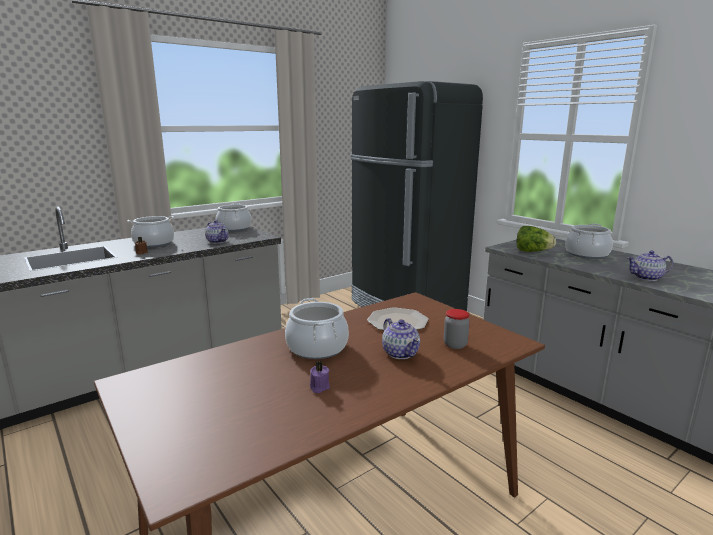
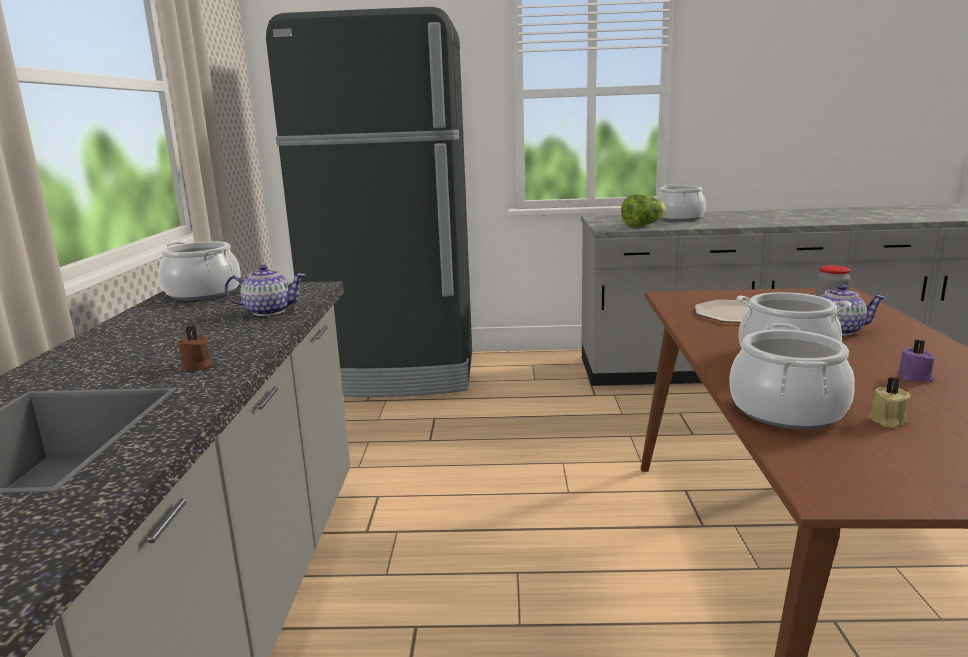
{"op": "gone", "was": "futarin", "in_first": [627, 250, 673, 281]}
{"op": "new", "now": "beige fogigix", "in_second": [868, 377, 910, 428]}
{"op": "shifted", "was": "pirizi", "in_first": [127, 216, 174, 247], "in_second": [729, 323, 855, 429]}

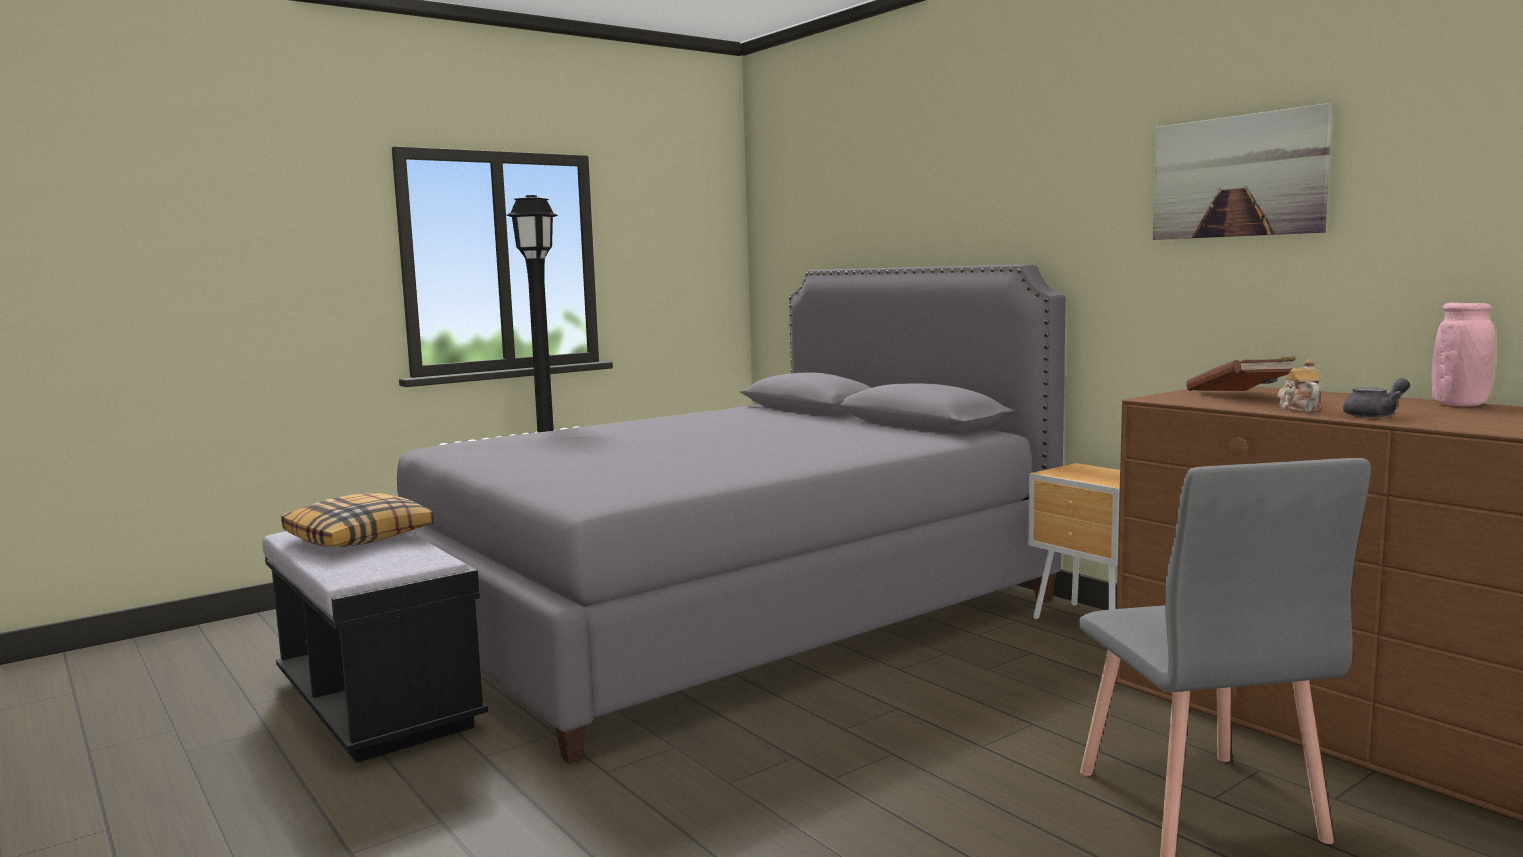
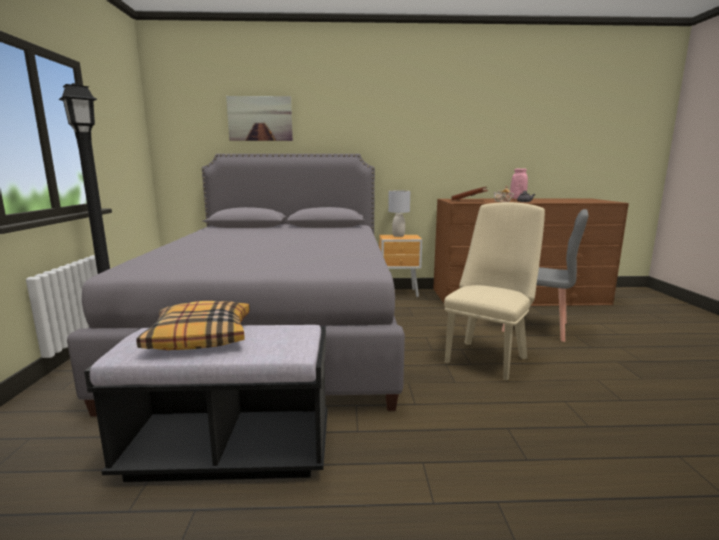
{"op": "new", "now": "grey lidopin", "in_second": [388, 191, 410, 237]}
{"op": "new", "now": "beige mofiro", "in_second": [444, 202, 545, 380]}
{"op": "shifted", "was": "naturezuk", "in_first": [1153, 103, 1333, 240], "in_second": [226, 96, 293, 141]}

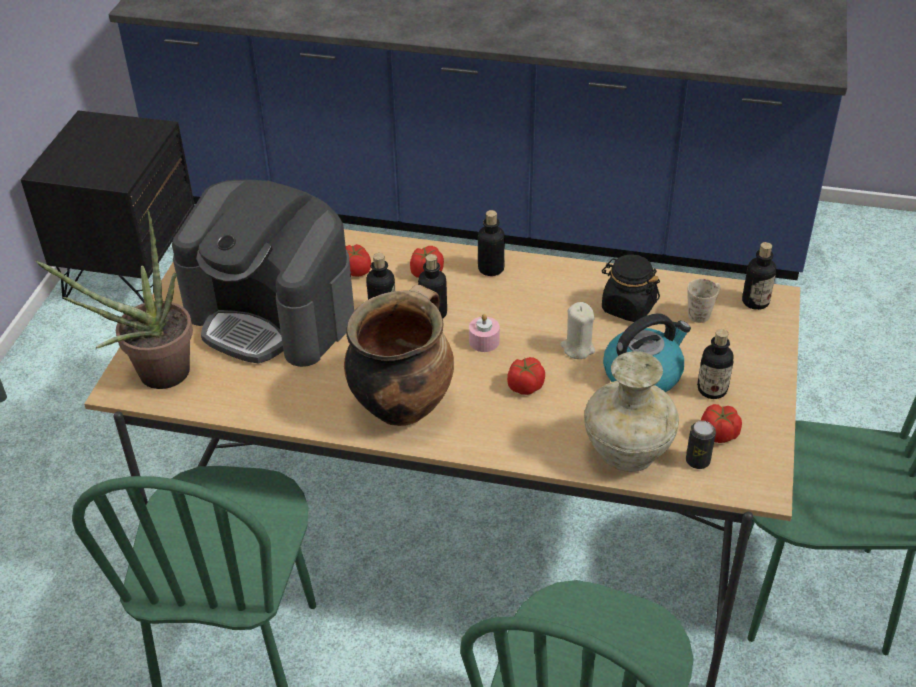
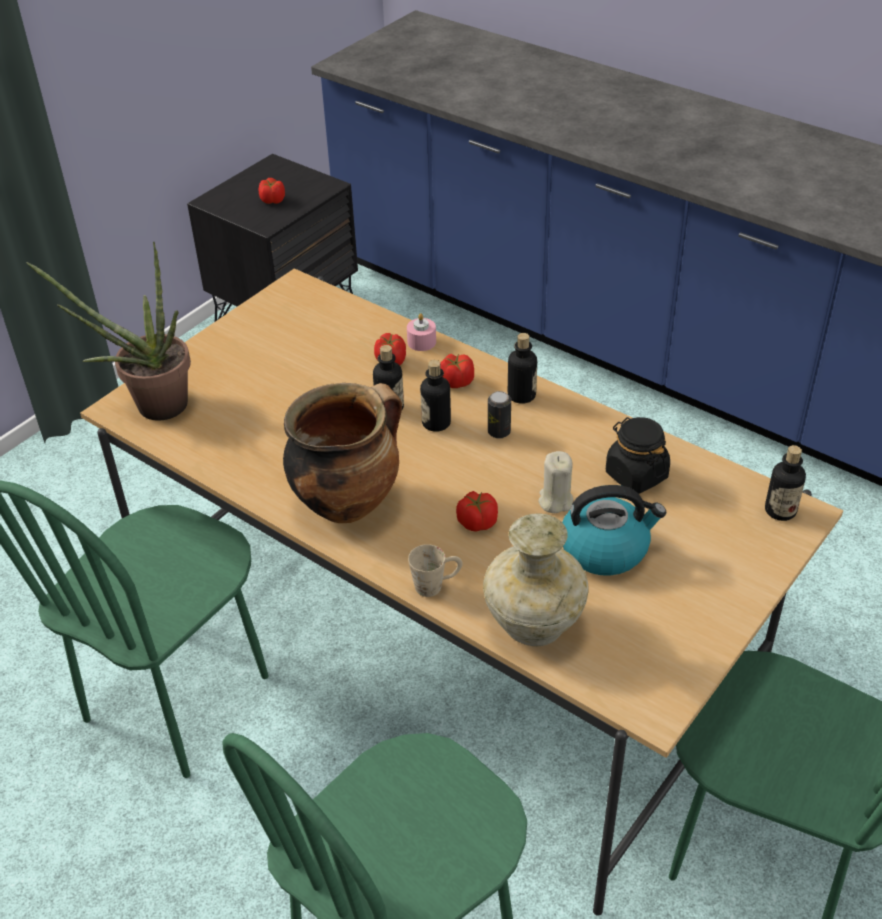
{"op": "gone", "was": "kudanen", "in_first": [172, 180, 354, 367]}
{"op": "gone", "was": "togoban", "in_first": [697, 329, 734, 399]}
{"op": "shifted", "was": "pink fogigix", "in_first": [469, 314, 500, 352], "in_second": [407, 313, 436, 351]}
{"op": "shifted", "was": "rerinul", "in_first": [686, 421, 716, 469], "in_second": [488, 391, 511, 438]}
{"op": "shifted", "was": "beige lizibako", "in_first": [687, 279, 721, 323], "in_second": [408, 544, 463, 597]}
{"op": "shifted", "was": "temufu", "in_first": [701, 404, 742, 443], "in_second": [259, 178, 285, 204]}

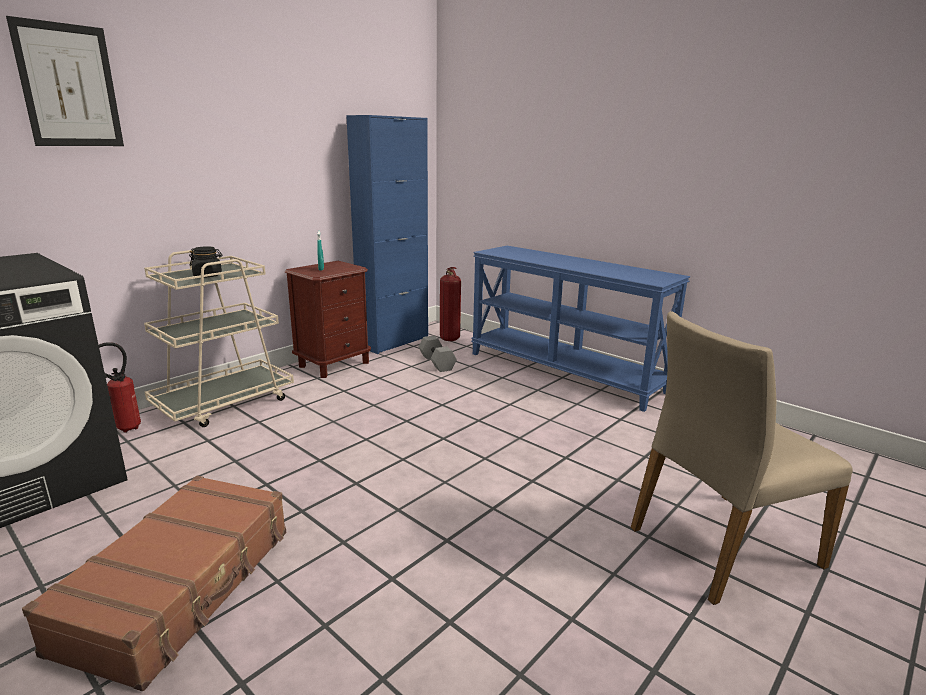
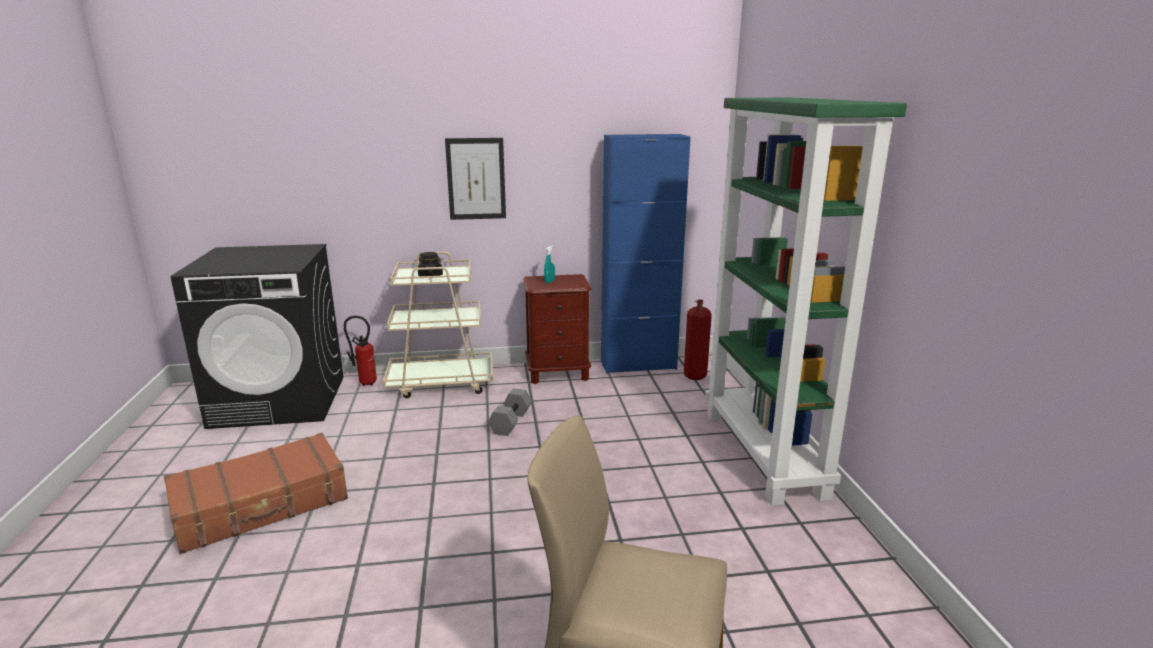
{"op": "shifted", "was": "naturezuk", "in_first": [6, 16, 124, 146], "in_second": [445, 138, 506, 220]}
{"op": "shifted", "was": "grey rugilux", "in_first": [419, 336, 457, 372], "in_second": [488, 388, 532, 436]}
{"op": "swapped", "was": "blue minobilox", "now": "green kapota", "in_first": [471, 246, 690, 412], "in_second": [705, 98, 907, 506]}

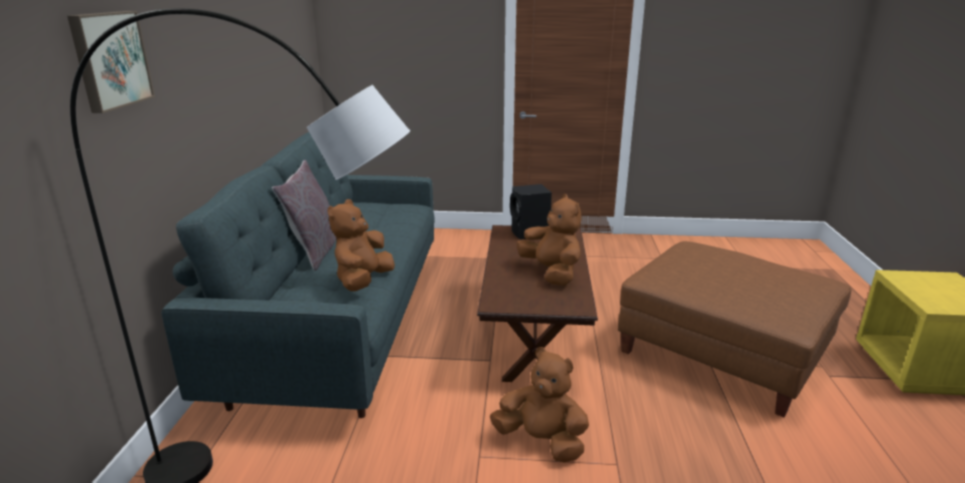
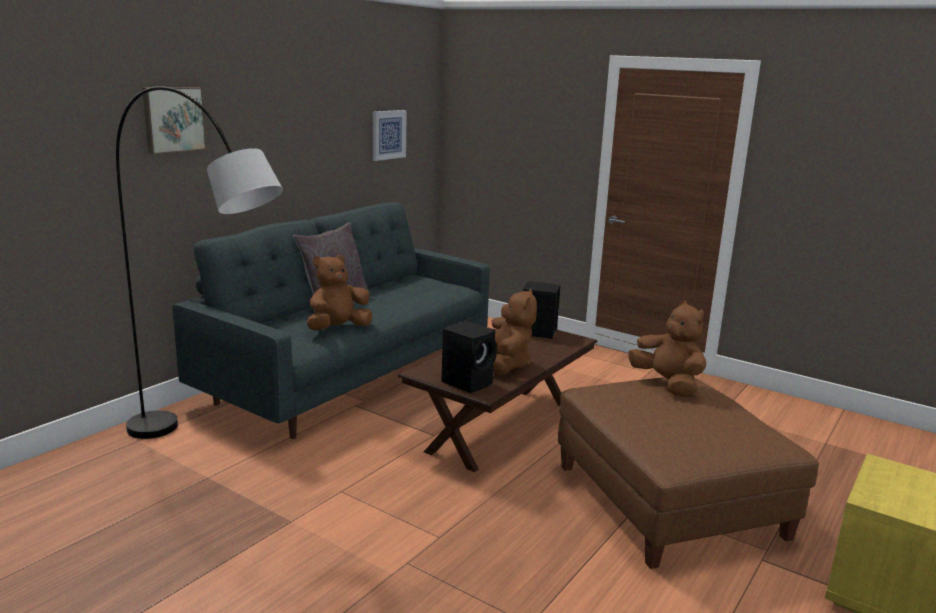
{"op": "new", "now": "naturezuk", "in_second": [373, 110, 407, 161]}
{"op": "new", "now": "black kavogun", "in_second": [441, 321, 497, 393]}
{"op": "shifted", "was": "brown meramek", "in_first": [490, 347, 589, 463], "in_second": [628, 300, 706, 397]}

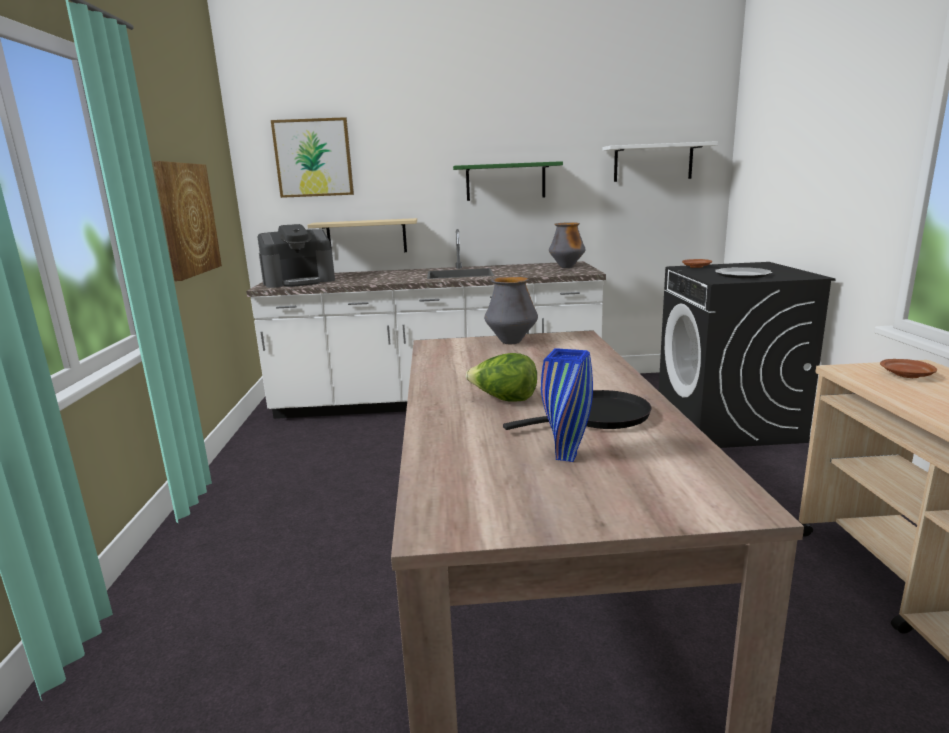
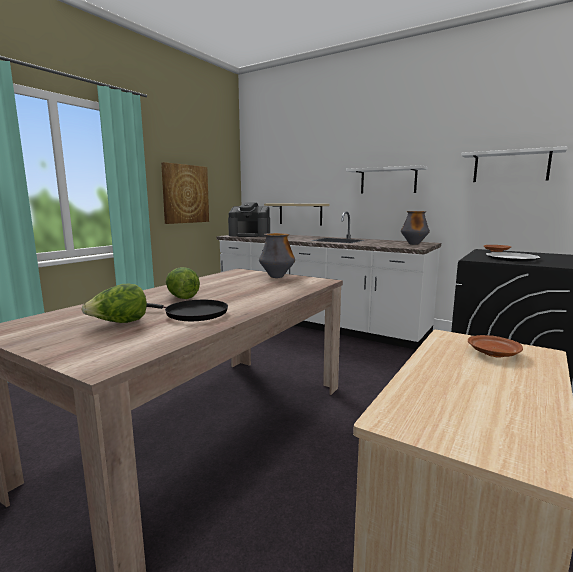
{"op": "gone", "was": "naturezuk", "in_first": [271, 117, 354, 198]}
{"op": "swapped", "was": "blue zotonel", "now": "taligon", "in_first": [541, 348, 593, 462], "in_second": [81, 284, 147, 323]}
{"op": "repainted", "was": "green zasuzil", "now": "white zasuzil", "in_first": [453, 161, 563, 201], "in_second": [346, 165, 427, 193]}

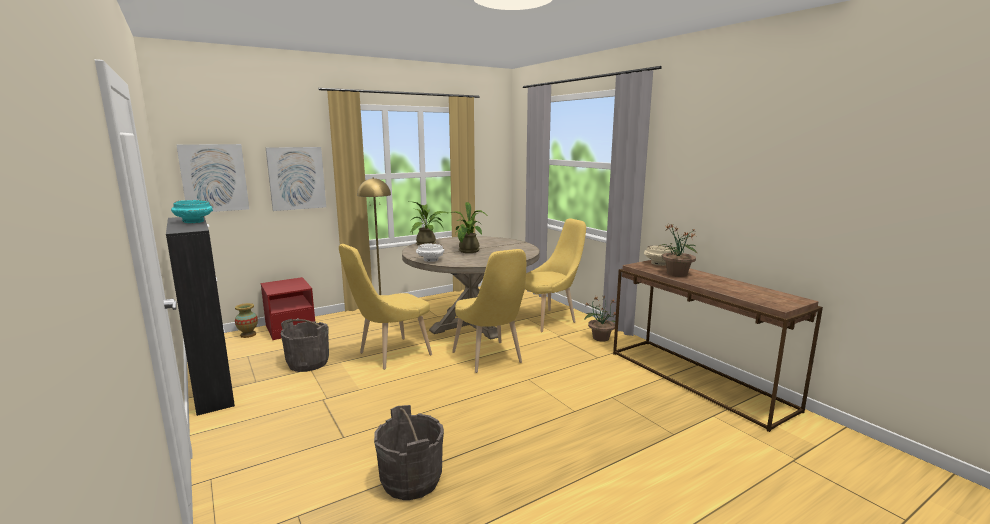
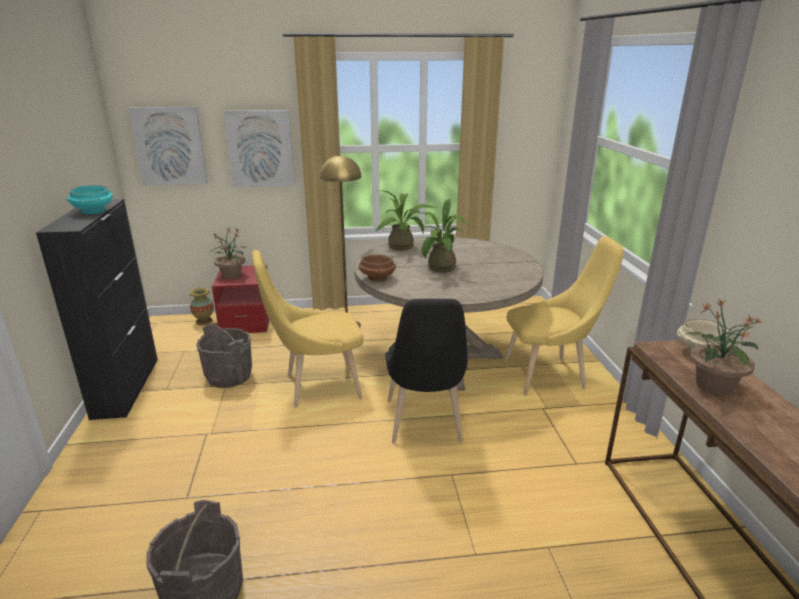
{"op": "shifted", "was": "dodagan", "in_first": [585, 296, 616, 342], "in_second": [213, 228, 246, 279]}
{"op": "repainted", "was": "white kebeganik", "now": "brown kebeganik", "in_first": [416, 243, 444, 262], "in_second": [358, 254, 396, 282]}
{"op": "repainted", "was": "yellow mofiro", "now": "black mofiro", "in_first": [452, 249, 526, 373], "in_second": [386, 299, 468, 444]}

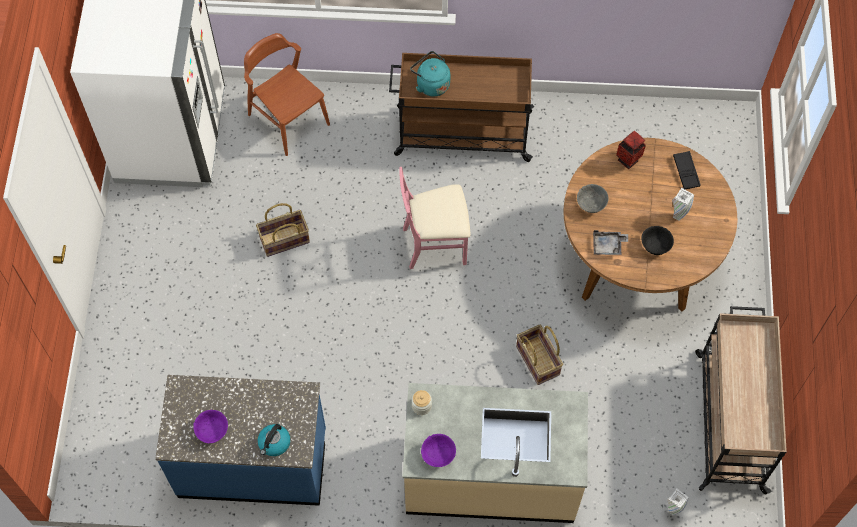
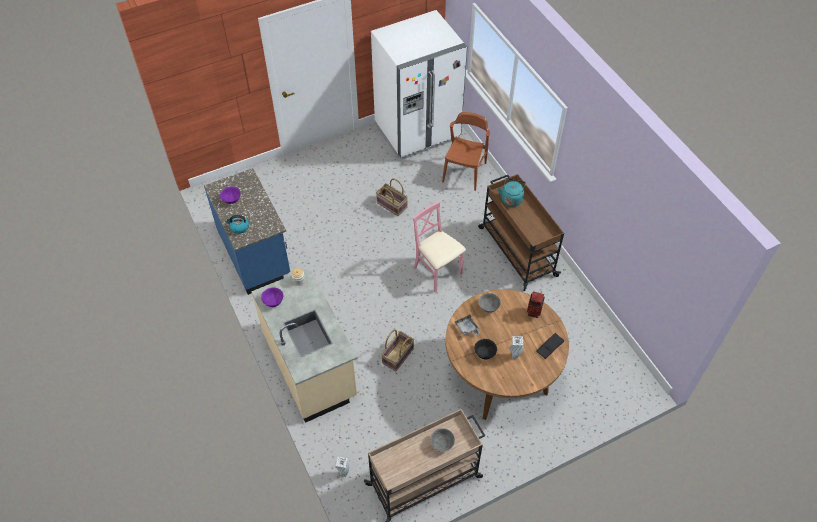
{"op": "new", "now": "grey kebeganik", "in_second": [430, 428, 455, 452]}

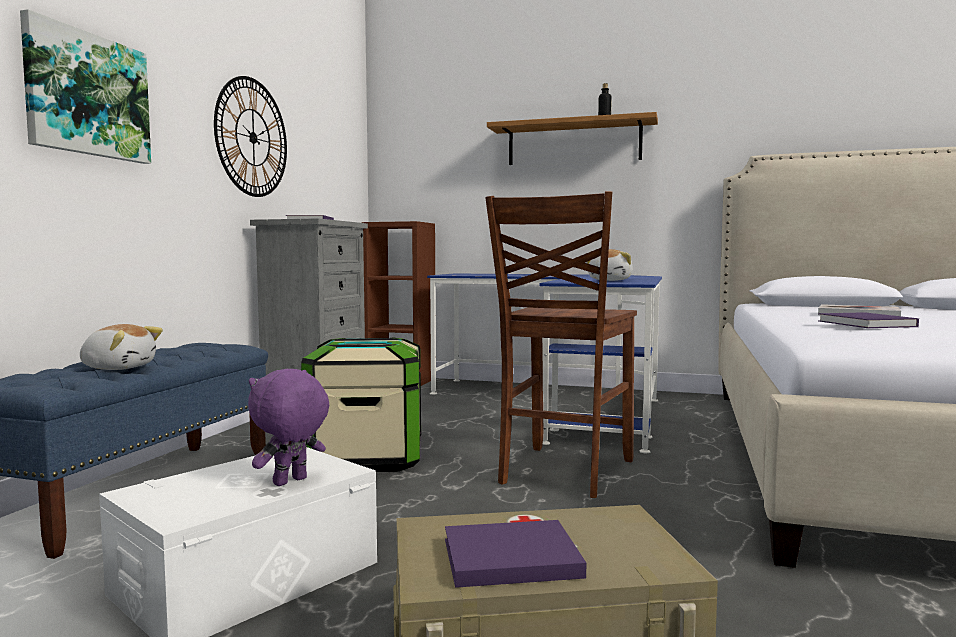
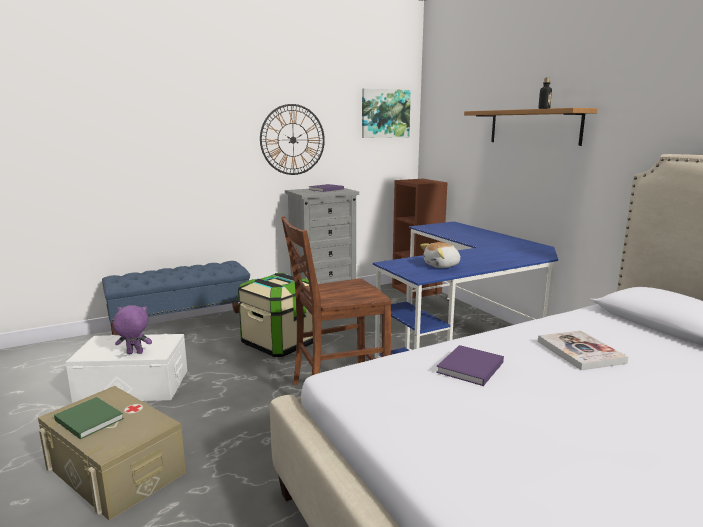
{"op": "gone", "was": "meramek", "in_first": [80, 324, 163, 370]}
{"op": "shifted", "was": "naturezuk", "in_first": [20, 9, 151, 164], "in_second": [362, 88, 411, 138]}
{"op": "repainted", "was": "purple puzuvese", "now": "green puzuvese", "in_first": [445, 520, 586, 588], "in_second": [54, 397, 124, 439]}

